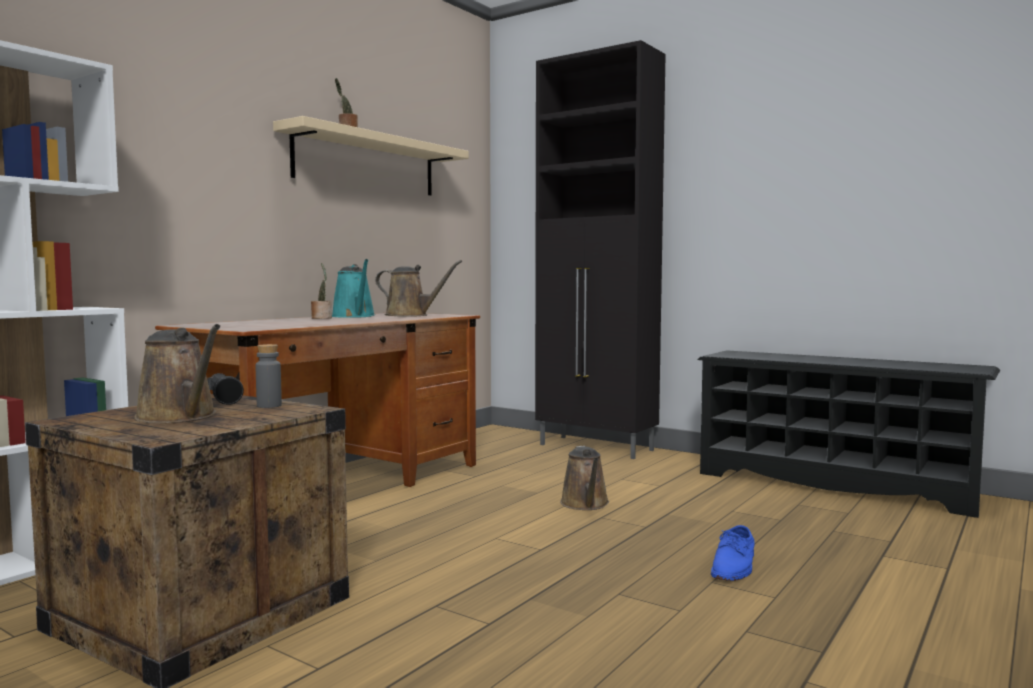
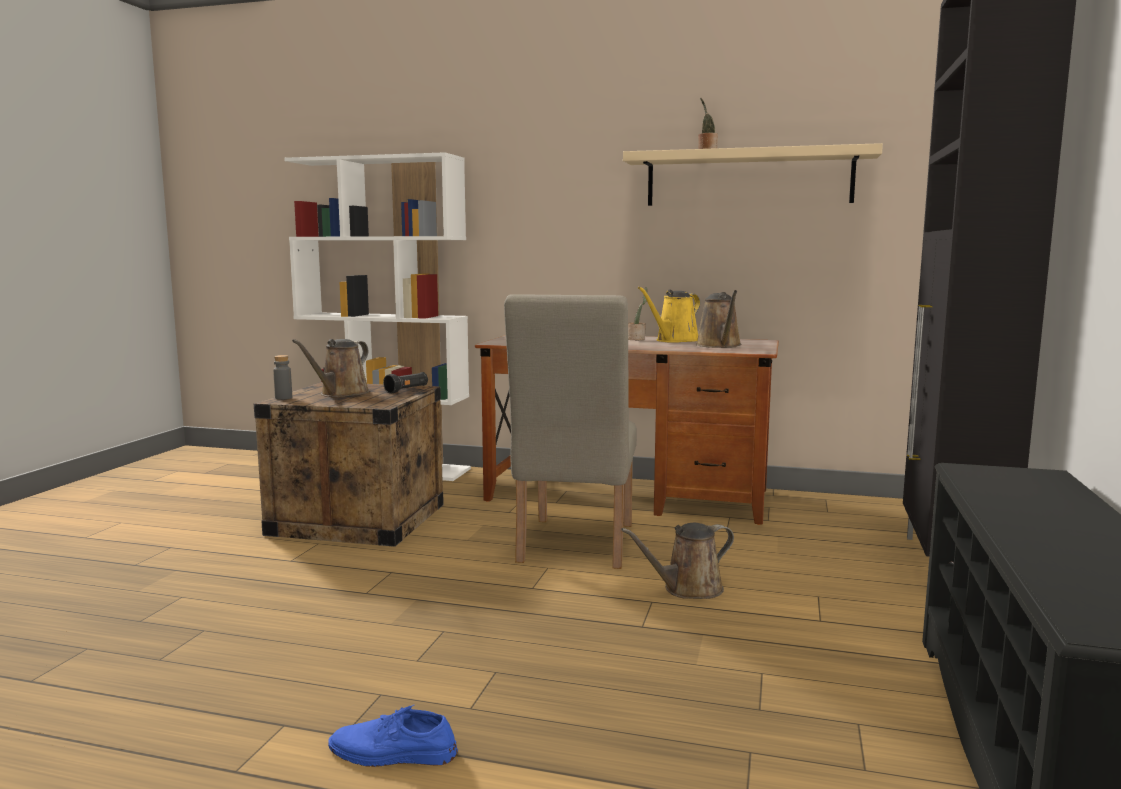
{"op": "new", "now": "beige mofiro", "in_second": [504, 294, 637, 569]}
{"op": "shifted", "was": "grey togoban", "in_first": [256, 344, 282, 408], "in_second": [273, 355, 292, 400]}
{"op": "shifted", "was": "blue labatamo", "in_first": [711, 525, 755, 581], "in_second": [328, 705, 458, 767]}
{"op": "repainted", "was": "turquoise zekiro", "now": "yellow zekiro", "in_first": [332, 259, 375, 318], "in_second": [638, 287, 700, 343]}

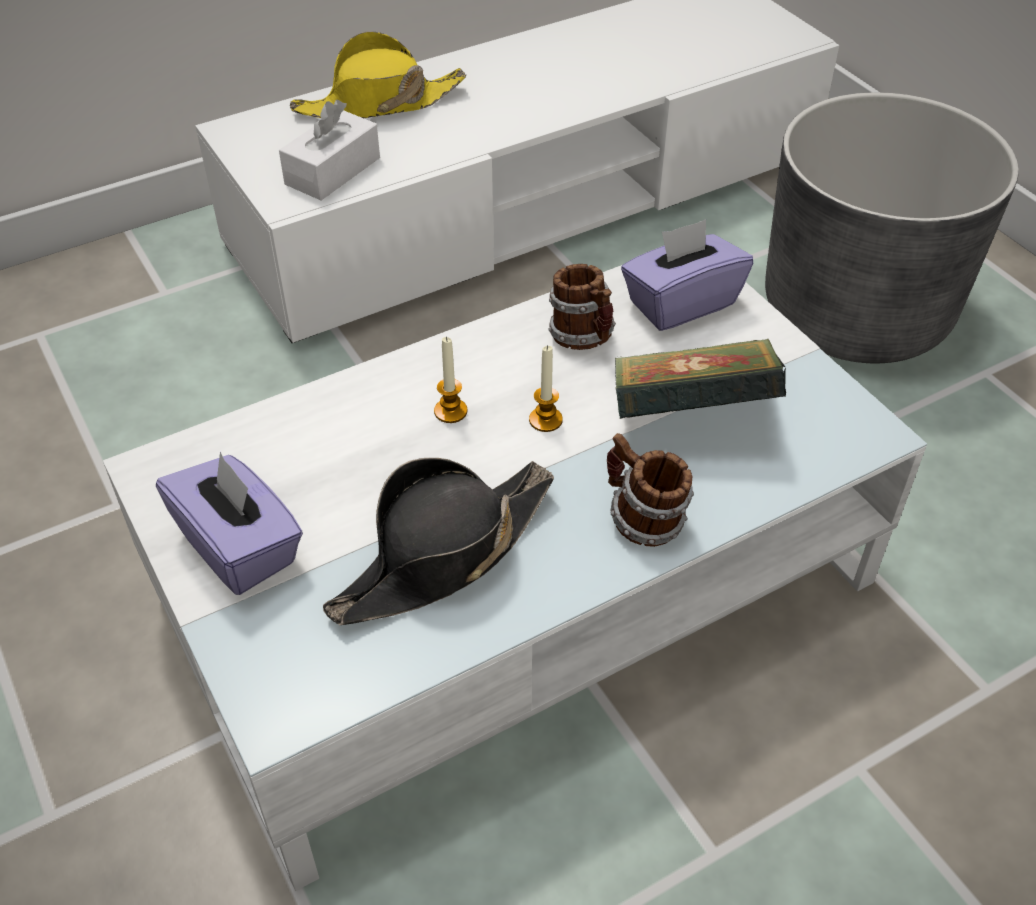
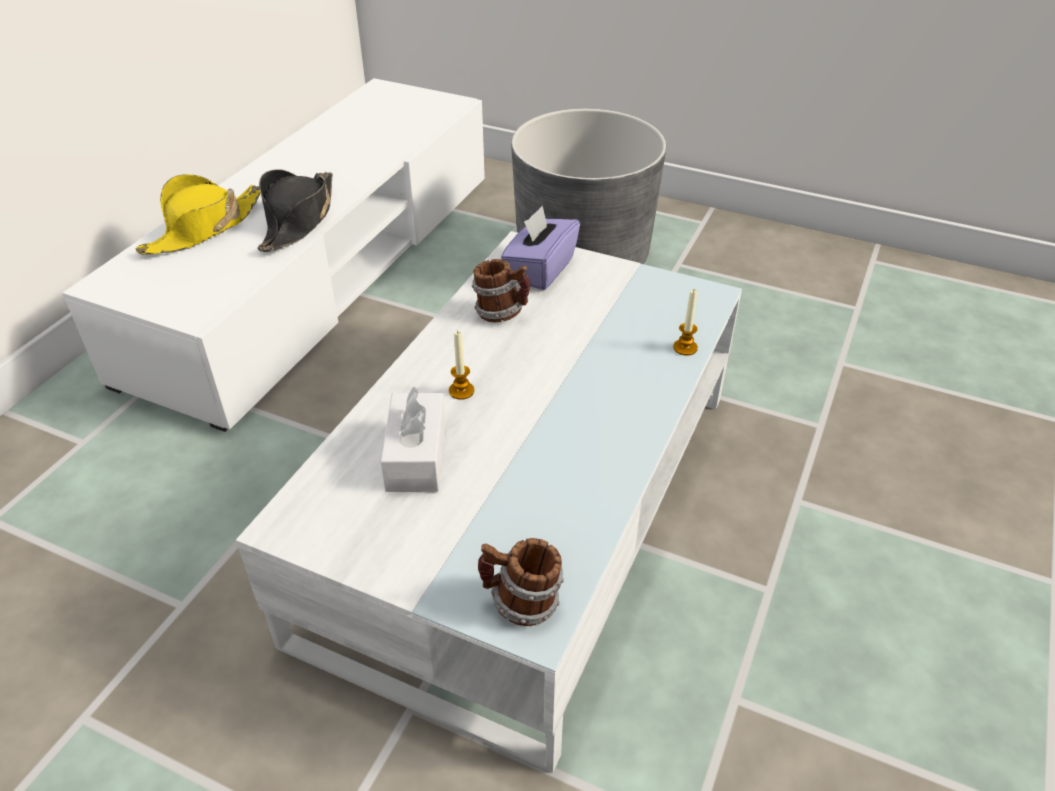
{"op": "gone", "was": "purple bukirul", "in_first": [156, 451, 303, 595]}
{"op": "gone", "was": "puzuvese", "in_first": [615, 339, 786, 419]}
{"op": "shifted", "was": "white bukirul", "in_first": [279, 100, 380, 200], "in_second": [381, 386, 445, 492]}
{"op": "shifted", "was": "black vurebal", "in_first": [323, 458, 554, 625], "in_second": [258, 169, 332, 252]}
{"op": "shifted", "was": "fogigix", "in_first": [529, 345, 563, 432], "in_second": [673, 289, 698, 356]}
{"op": "shifted", "was": "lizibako", "in_first": [607, 433, 694, 547], "in_second": [478, 538, 564, 626]}

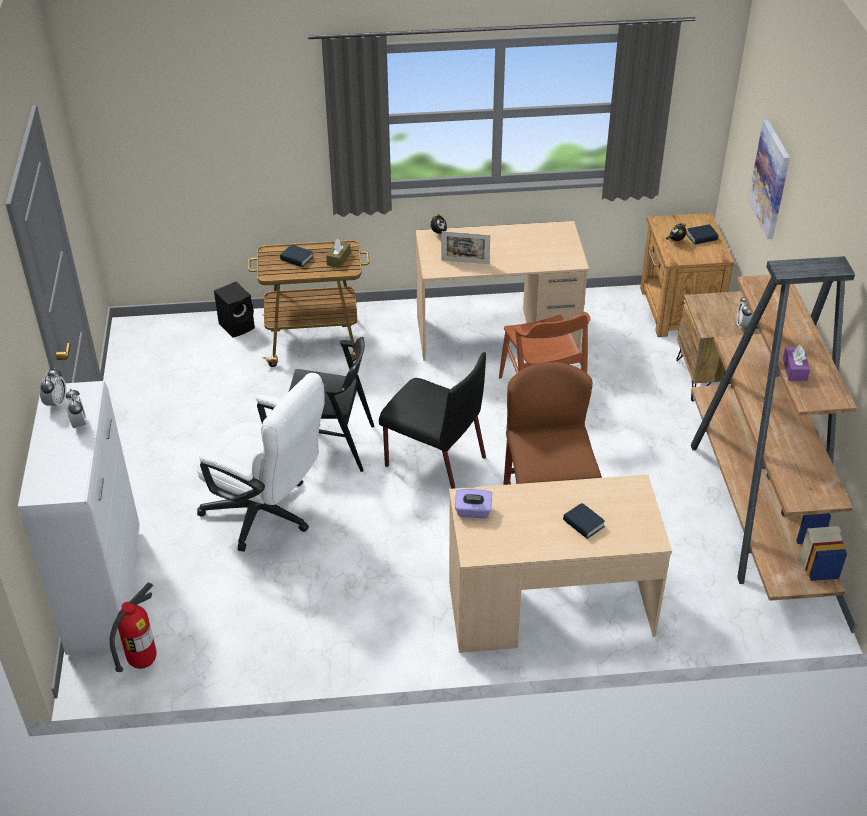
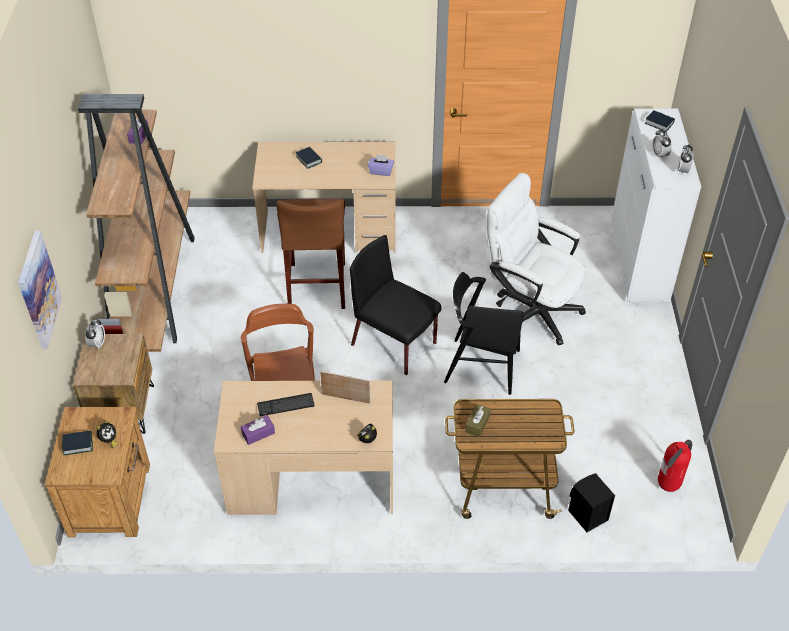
{"op": "new", "now": "purple bukirul", "in_second": [241, 415, 275, 445]}
{"op": "new", "now": "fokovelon", "in_second": [257, 393, 315, 416]}
{"op": "shifted", "was": "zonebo", "in_first": [110, 582, 156, 672], "in_second": [658, 440, 693, 492]}
{"op": "shifted", "was": "puzuvese", "in_first": [280, 245, 313, 267], "in_second": [645, 110, 675, 132]}

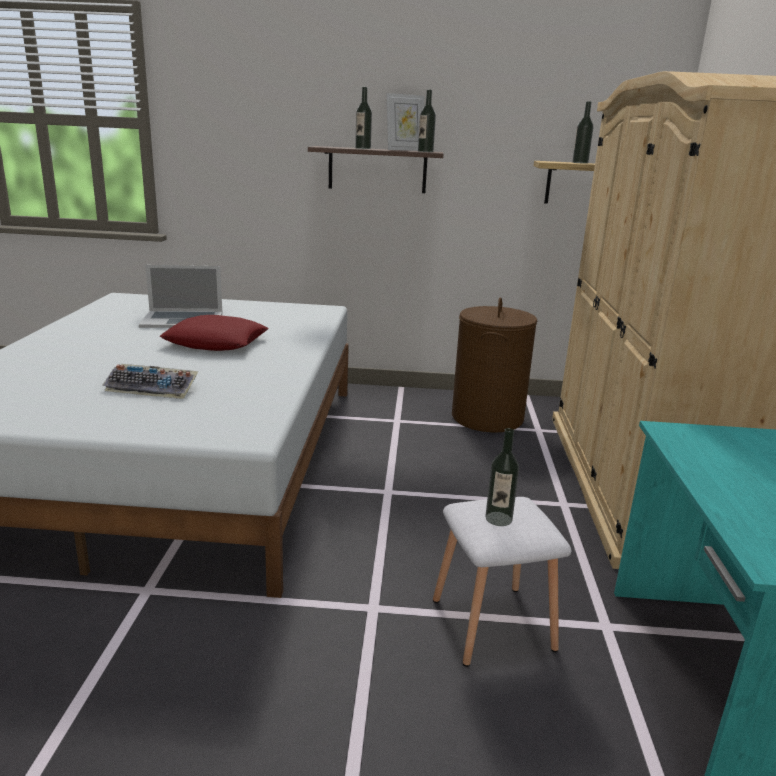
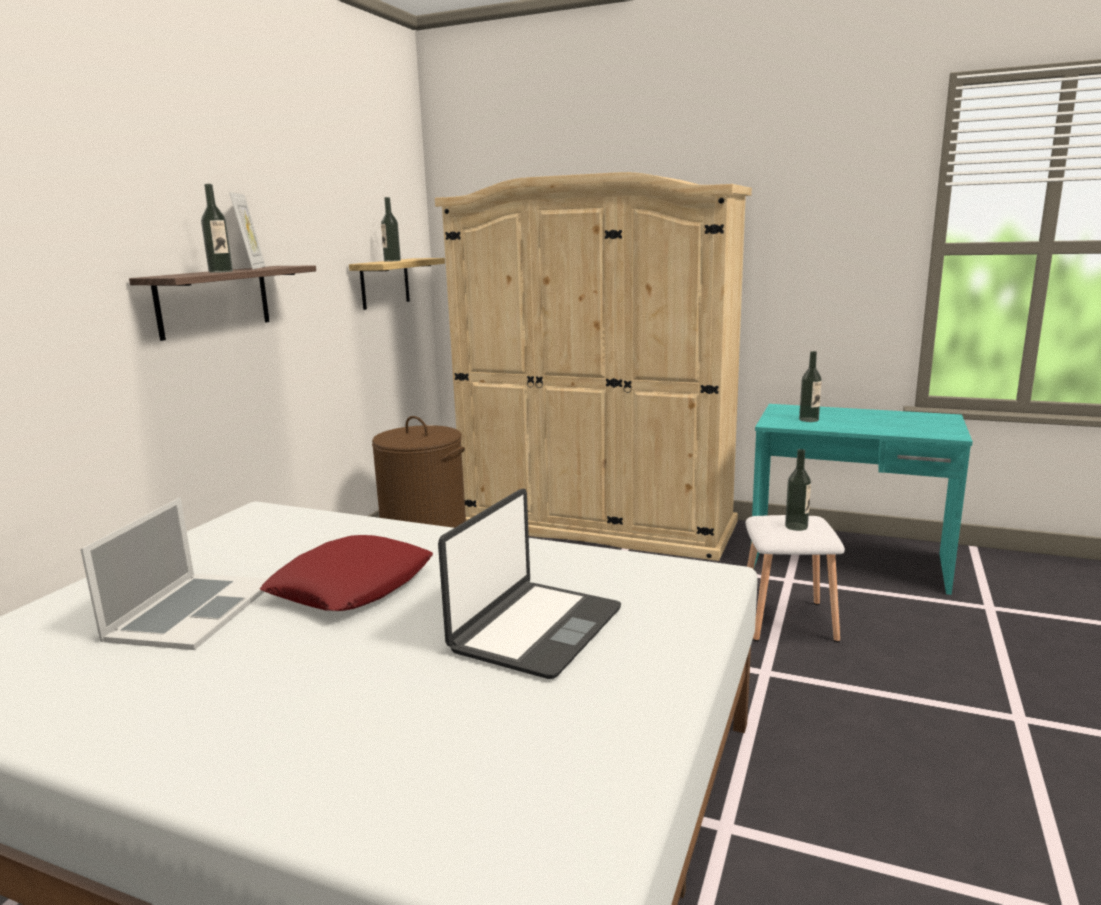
{"op": "shifted", "was": "togoban", "in_first": [418, 89, 436, 152], "in_second": [799, 351, 822, 422]}
{"op": "swapped", "was": "fokovelon", "now": "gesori", "in_first": [102, 364, 198, 399], "in_second": [438, 489, 621, 679]}

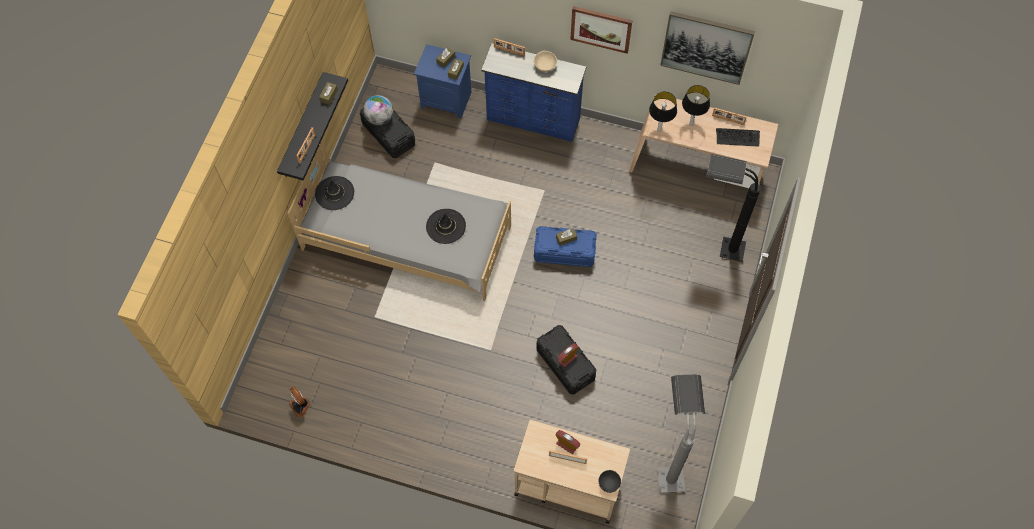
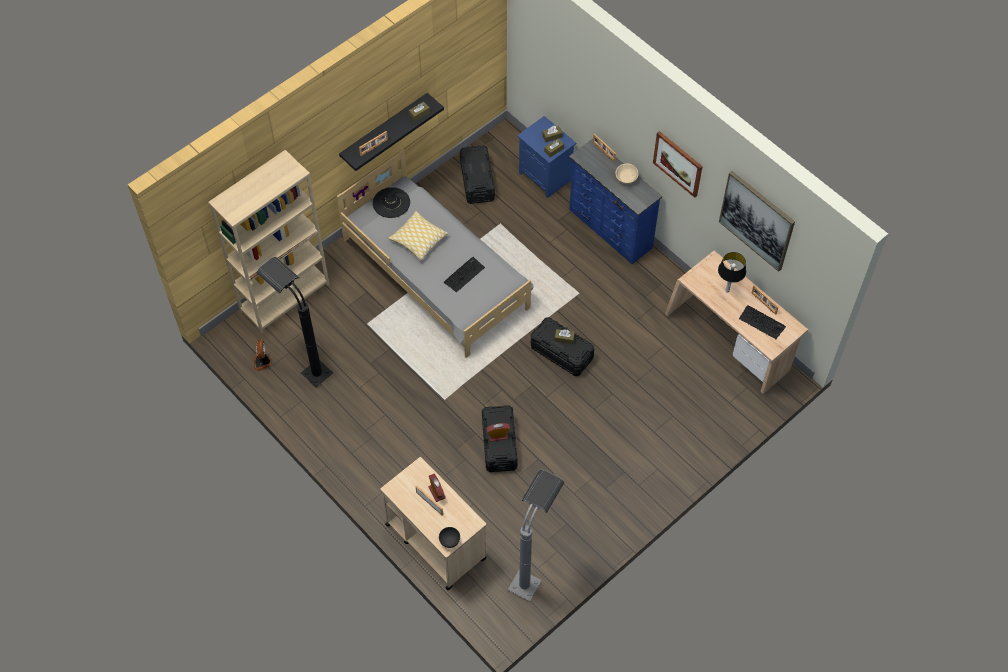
{"op": "gone", "was": "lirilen", "in_first": [363, 95, 393, 125]}
{"op": "gone", "was": "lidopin", "in_first": [649, 92, 677, 132]}
{"op": "new", "now": "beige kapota", "in_second": [208, 150, 330, 334]}
{"op": "new", "now": "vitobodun", "in_second": [388, 211, 449, 261]}
{"op": "shifted", "was": "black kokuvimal", "in_first": [706, 154, 761, 262], "in_second": [257, 257, 333, 387]}
{"op": "swapped", "was": "black vurebal", "now": "fokovelon", "in_first": [426, 209, 466, 244], "in_second": [443, 257, 485, 292]}
{"op": "repainted", "was": "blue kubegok", "now": "black kubegok", "in_first": [534, 226, 597, 267], "in_second": [531, 317, 594, 376]}

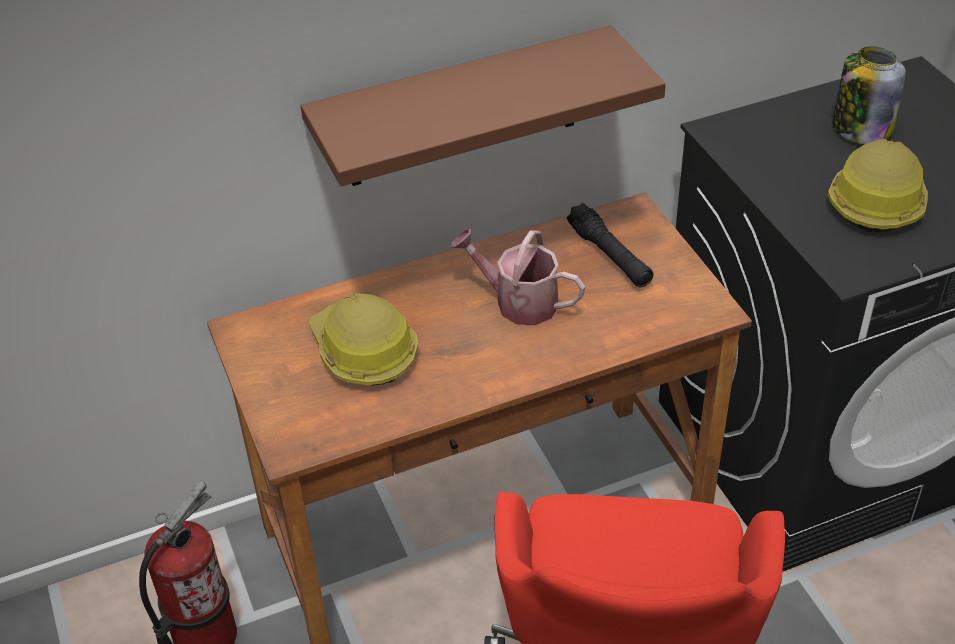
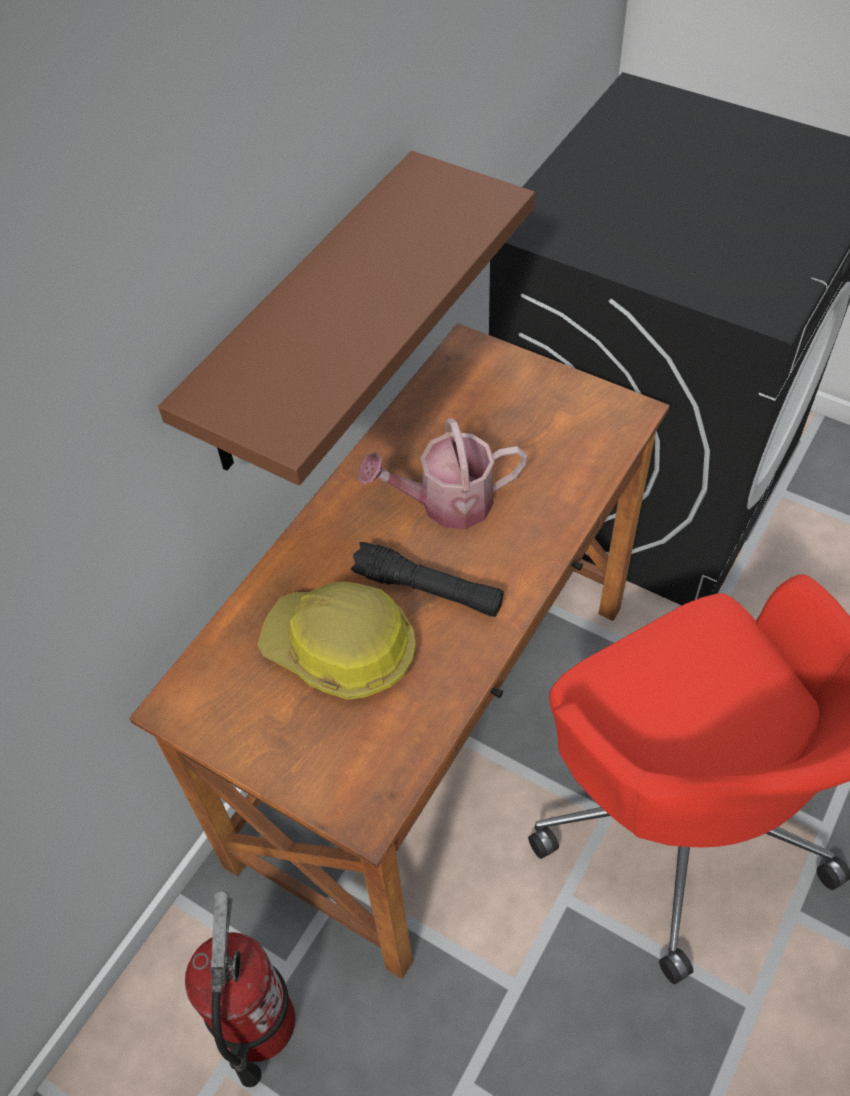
{"op": "gone", "was": "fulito", "in_first": [828, 139, 928, 232]}
{"op": "gone", "was": "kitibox", "in_first": [832, 46, 906, 144]}
{"op": "shifted", "was": "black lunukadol", "in_first": [567, 203, 654, 288], "in_second": [351, 542, 504, 617]}

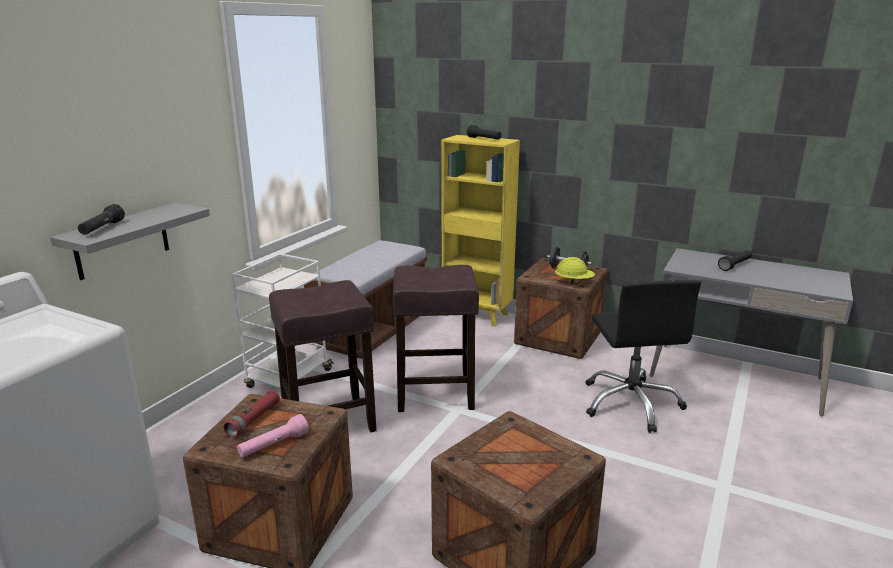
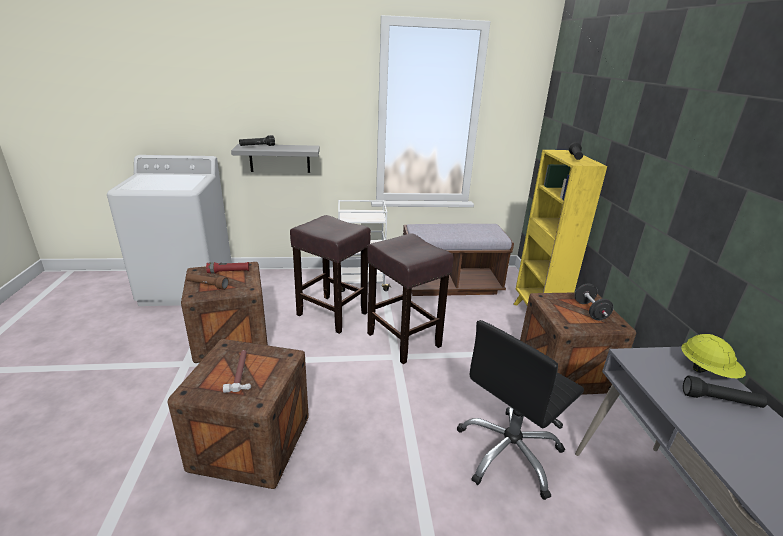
{"op": "new", "now": "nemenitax", "in_second": [223, 350, 251, 393]}
{"op": "shifted", "was": "yellow fulito", "in_first": [555, 257, 595, 285], "in_second": [681, 334, 746, 379]}
{"op": "repainted", "was": "pink lunukadol", "now": "brown lunukadol", "in_first": [237, 414, 309, 457], "in_second": [186, 273, 229, 290]}

